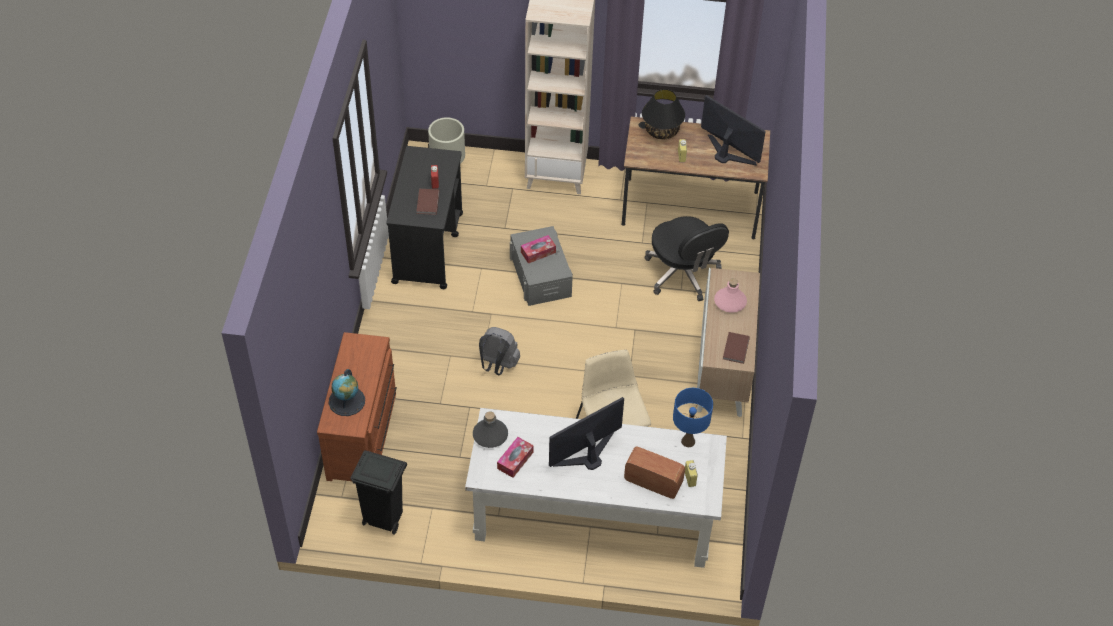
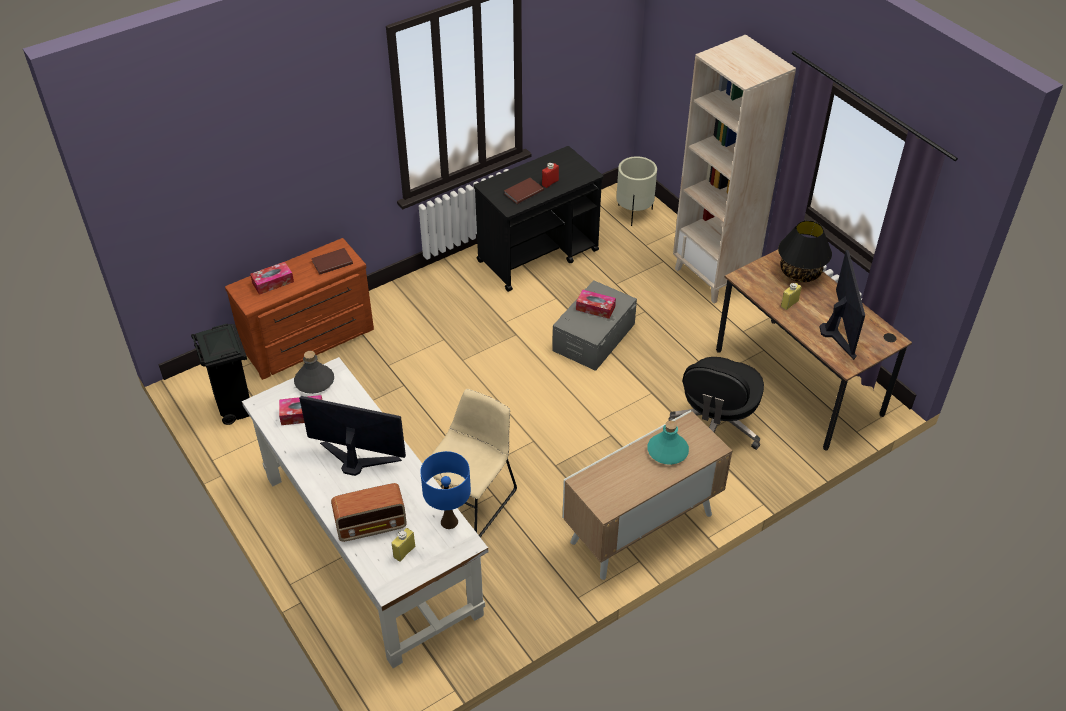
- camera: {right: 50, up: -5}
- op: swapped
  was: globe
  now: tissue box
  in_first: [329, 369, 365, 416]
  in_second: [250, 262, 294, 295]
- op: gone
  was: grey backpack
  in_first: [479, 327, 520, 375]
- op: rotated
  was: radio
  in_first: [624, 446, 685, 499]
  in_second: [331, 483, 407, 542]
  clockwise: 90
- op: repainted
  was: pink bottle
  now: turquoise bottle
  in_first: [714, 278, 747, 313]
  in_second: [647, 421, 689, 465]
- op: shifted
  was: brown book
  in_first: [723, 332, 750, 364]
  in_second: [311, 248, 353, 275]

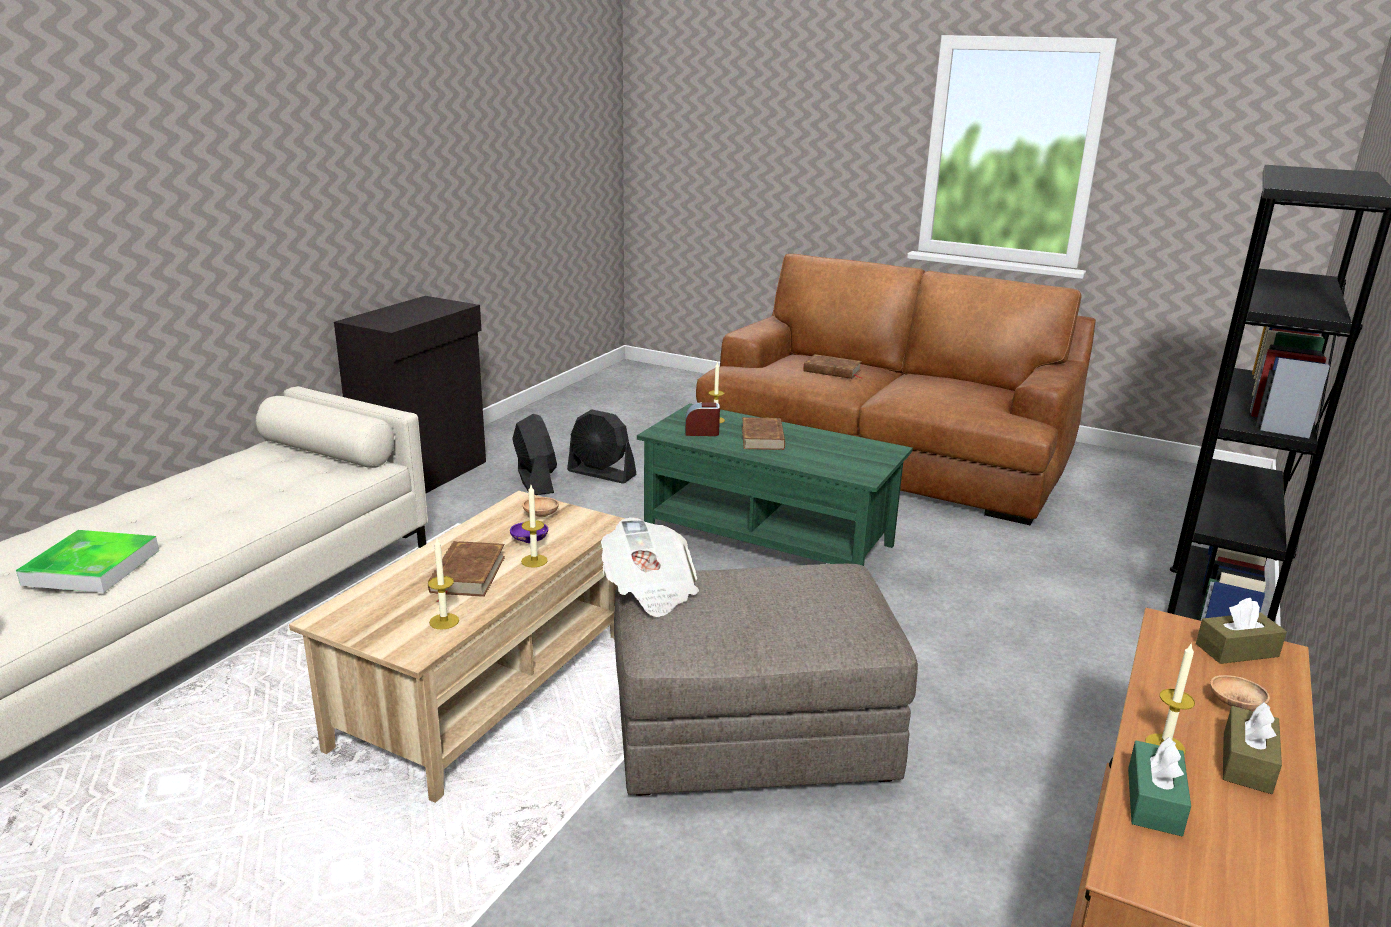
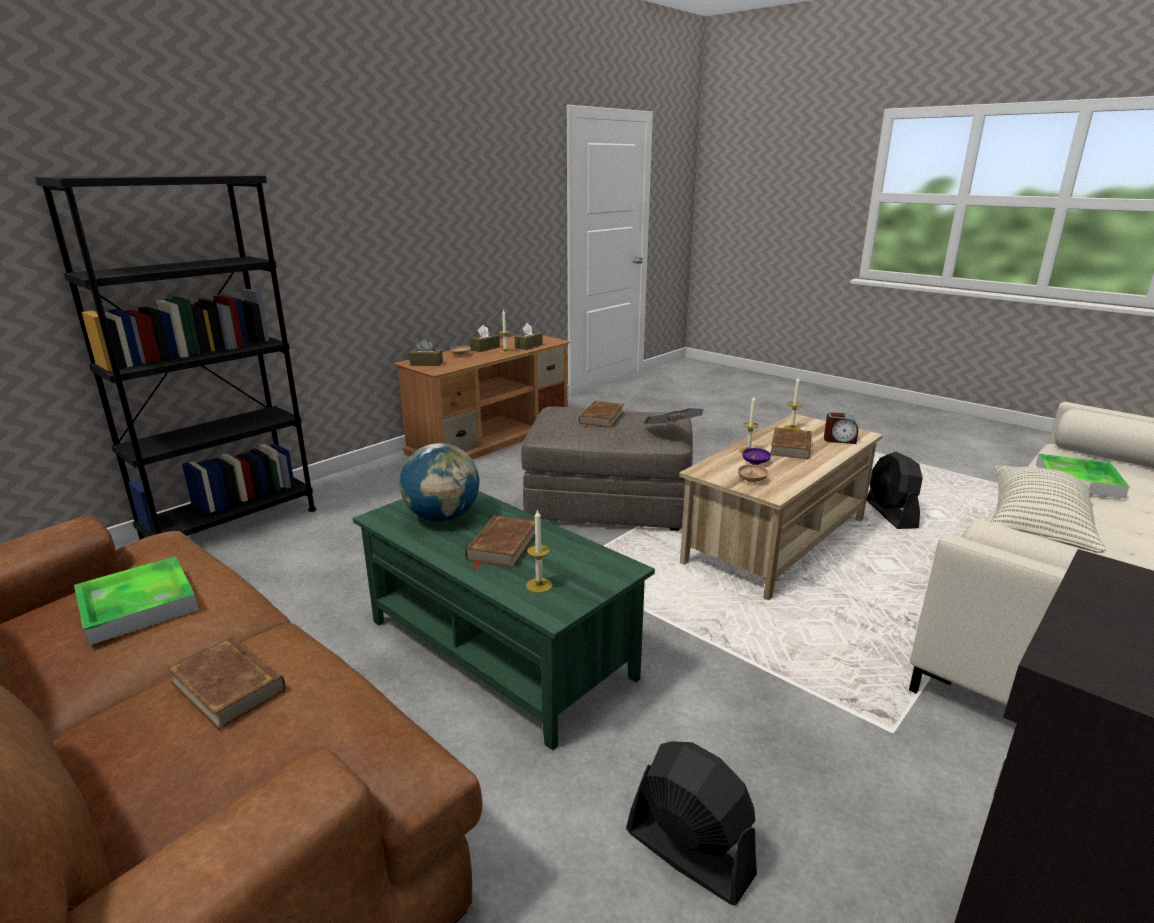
- camera: {right: -165, up: 0}
- op: shifted
  was: black fan
  in_first: [513, 414, 557, 495]
  in_second: [867, 452, 923, 529]
- op: shifted
  was: alarm clock
  in_first: [685, 402, 720, 436]
  in_second: [824, 412, 858, 444]
- op: repainted
  was: green tissue box
  now: brown tissue box
  in_first: [1128, 737, 1191, 836]
  in_second: [515, 323, 543, 350]
- op: new
  now: tray
  in_second: [74, 556, 198, 645]
- op: new
  now: globe
  in_second: [400, 443, 480, 522]
- op: new
  now: brown book
  in_second: [579, 401, 624, 428]
- op: new
  now: pillow
  in_second: [989, 465, 1106, 553]

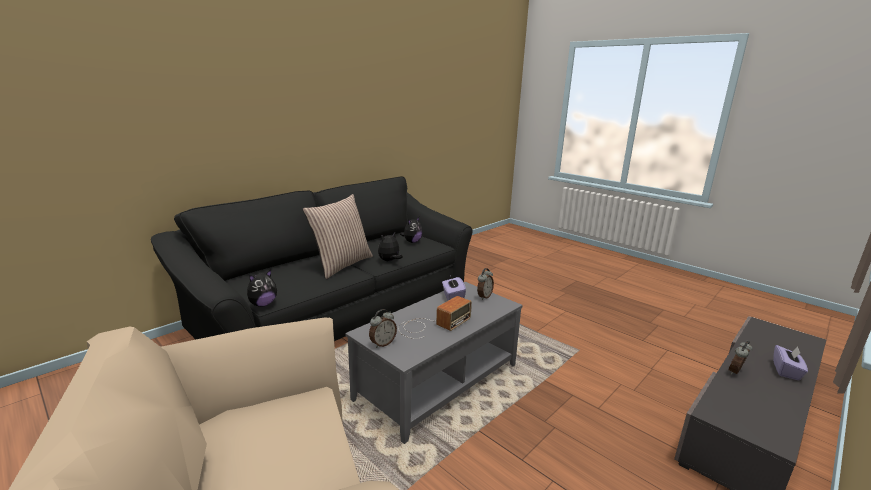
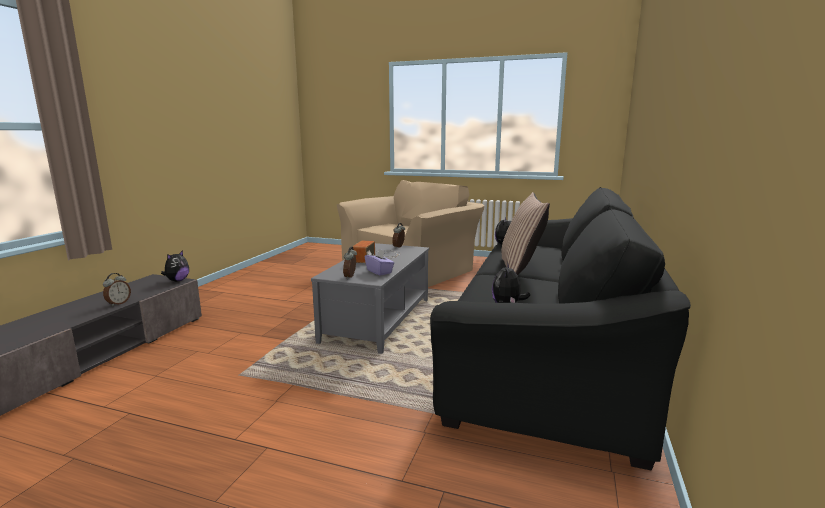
- camera: {right: 155, up: -5}
- op: shifted
  was: plush toy
  in_first: [378, 233, 403, 261]
  in_second: [161, 250, 189, 282]
- op: gone
  was: purple tissue box
  in_first: [773, 345, 808, 380]

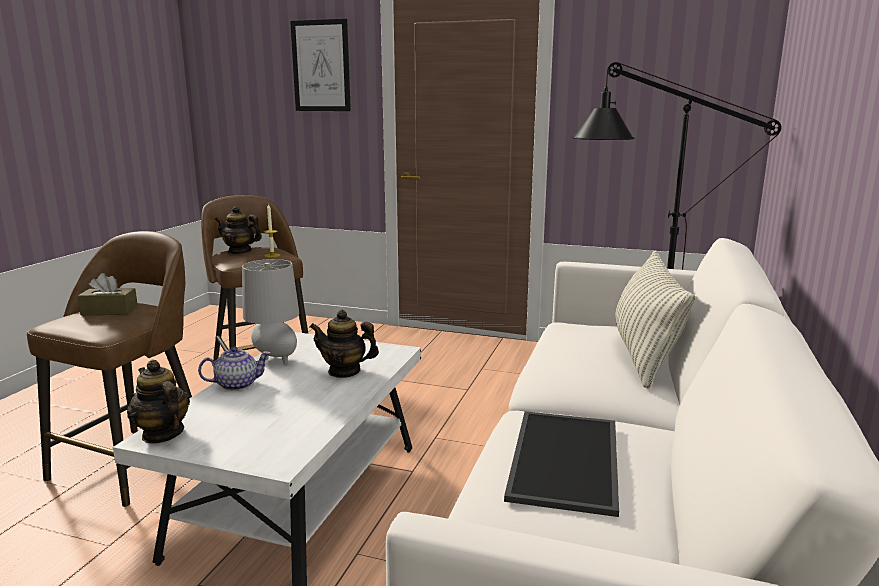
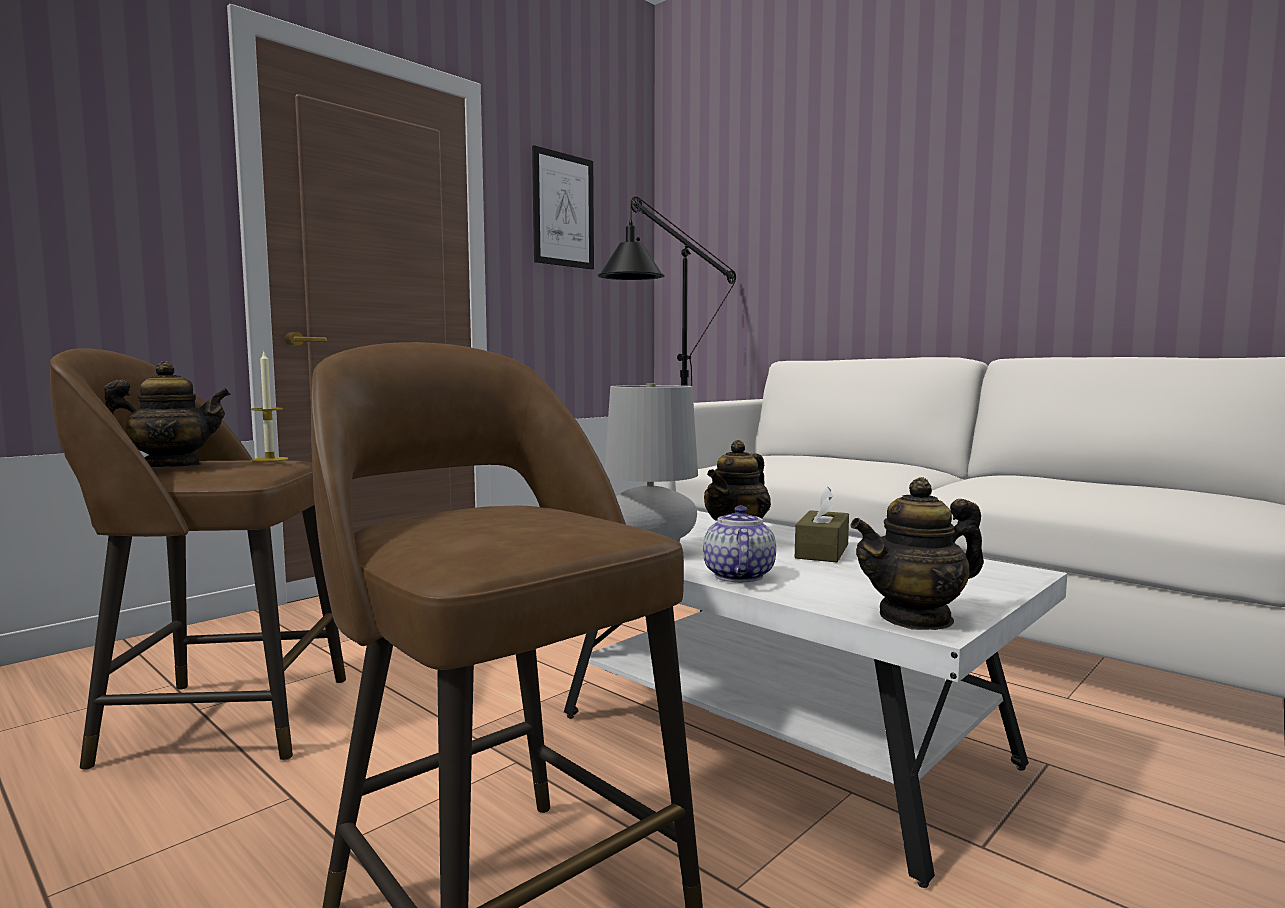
- camera: {right: -65, up: -10}
- op: shifted
  was: brown tissue box
  in_first: [77, 273, 138, 315]
  in_second: [795, 486, 849, 562]
- op: rotated
  was: teapot
  in_first: [215, 206, 262, 254]
  in_second: [104, 361, 231, 467]
  clockwise: -150
- op: shifted
  was: picture
  in_first: [290, 19, 351, 111]
  in_second: [532, 145, 594, 269]
- op: gone
  was: tray
  in_first: [504, 411, 619, 517]
- op: gone
  was: pillow
  in_first: [615, 251, 695, 389]

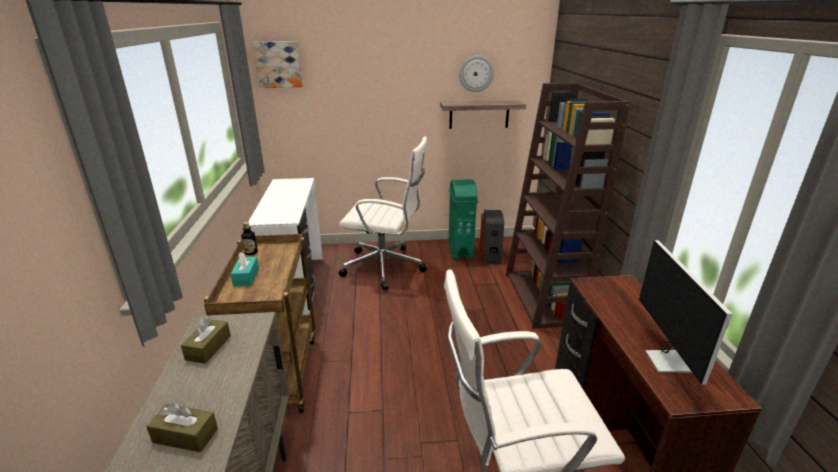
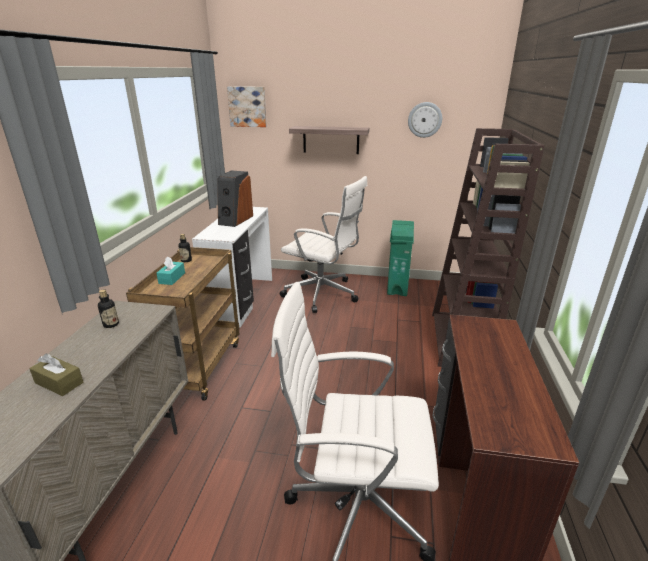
- camera: {right: 15, up: 0}
- op: swapped
  was: brown tissue box
  now: bottle
  in_first: [181, 316, 231, 364]
  in_second: [98, 289, 119, 328]
- op: shifted
  was: shelf
  in_first: [440, 100, 526, 129]
  in_second: [289, 126, 369, 154]
- op: shifted
  was: speaker
  in_first: [479, 210, 504, 264]
  in_second: [217, 170, 253, 227]
- op: gone
  was: monitor
  in_first: [639, 240, 732, 384]

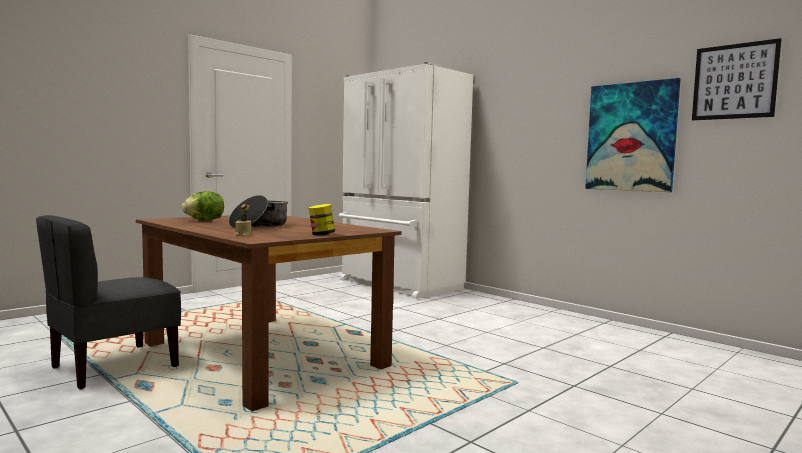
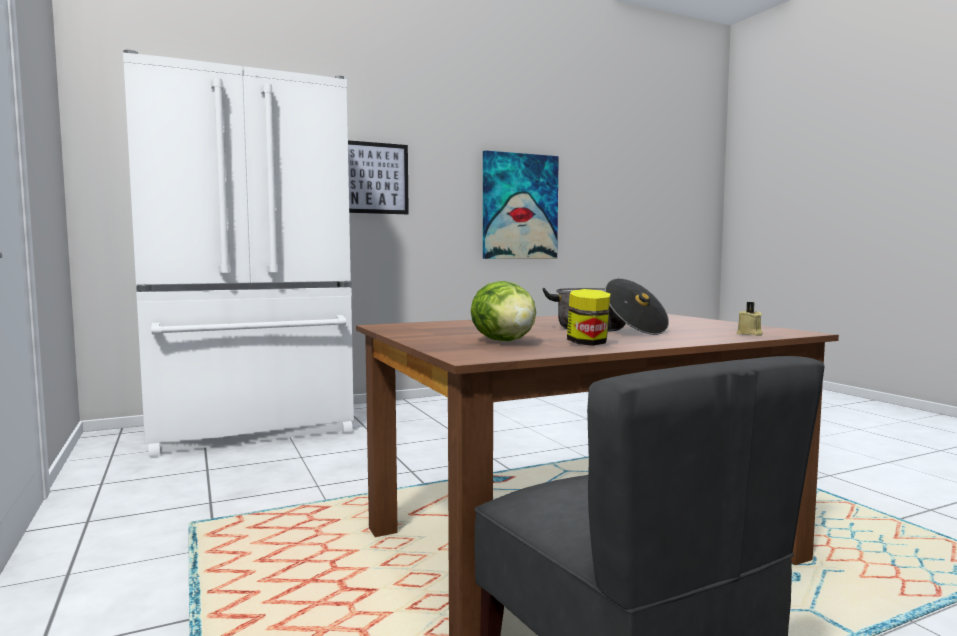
- camera: {right: -70, up: 0}
- op: shifted
  was: jar
  in_first: [308, 204, 335, 235]
  in_second: [567, 289, 611, 346]
- op: shifted
  was: picture
  in_first: [692, 38, 781, 120]
  in_second: [348, 140, 409, 214]

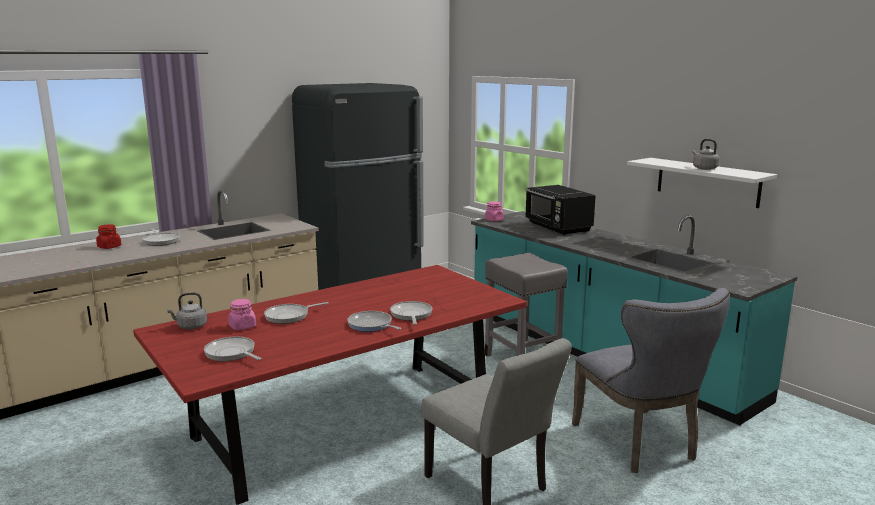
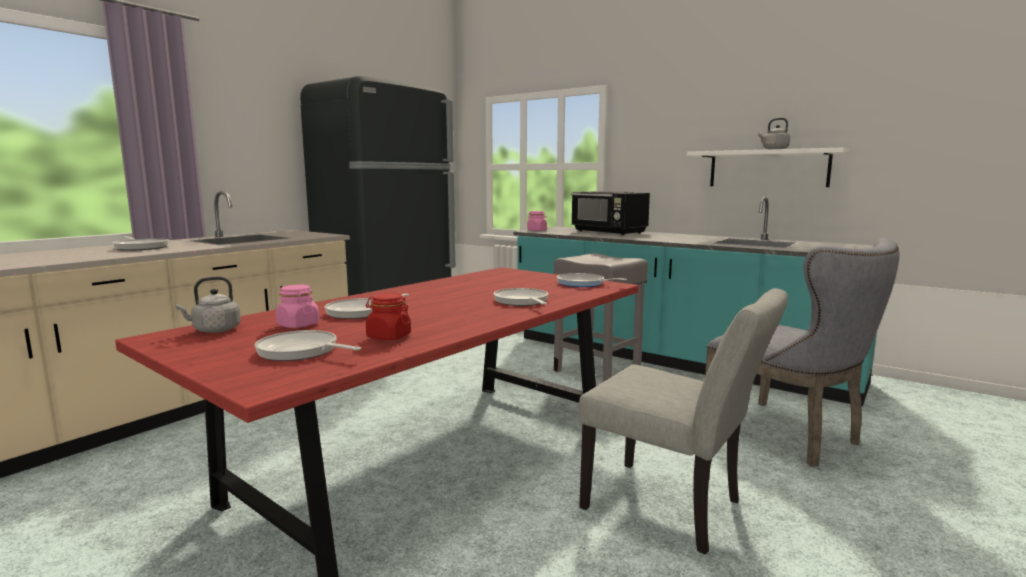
- camera: {right: -15, up: -5}
- op: shifted
  was: red jar
  in_first: [96, 224, 121, 249]
  in_second: [366, 293, 411, 340]
- op: shifted
  was: frying pan
  in_first: [347, 311, 401, 332]
  in_second: [557, 273, 627, 287]

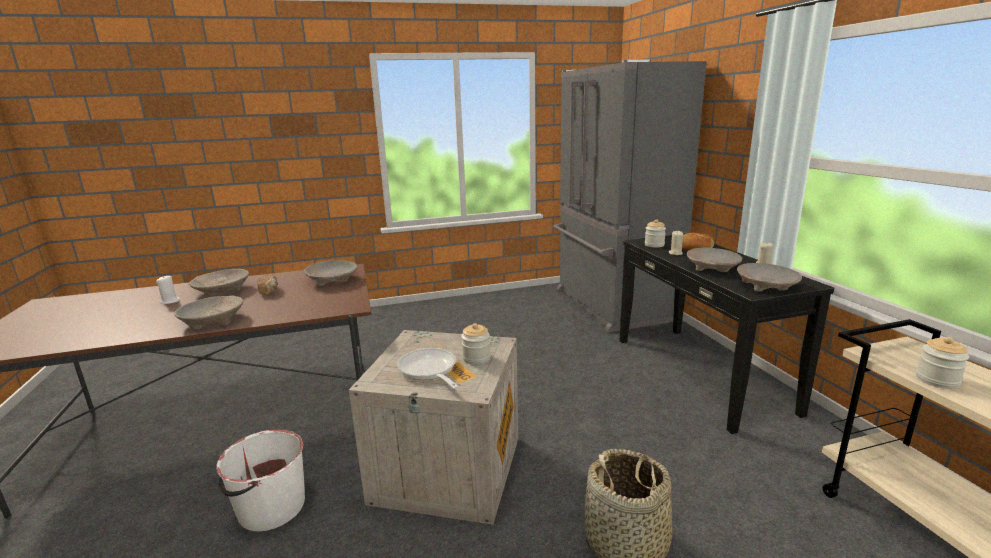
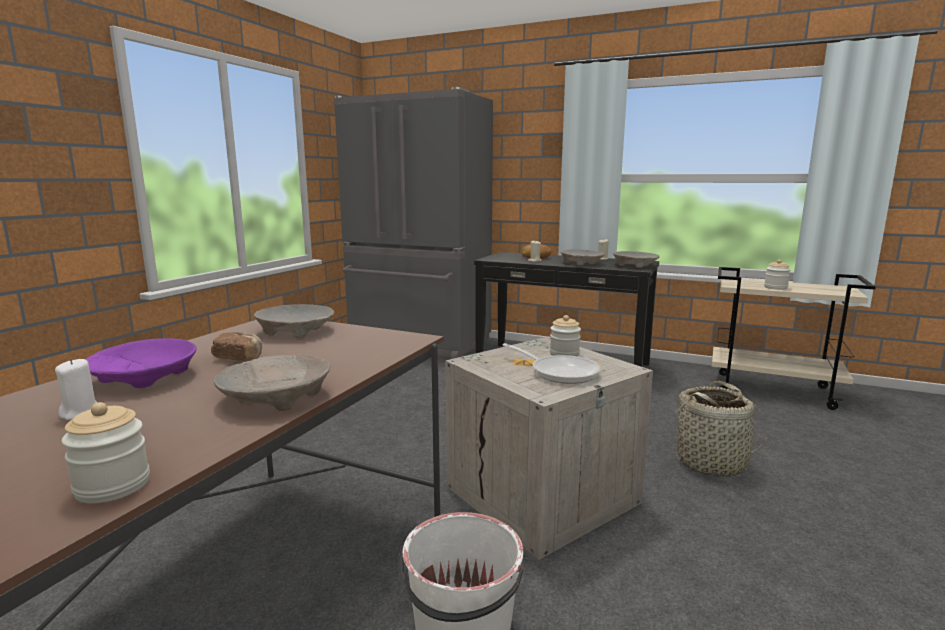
- camera: {right: -50, up: -5}
- op: repainted
  was: beige bowl
  now: purple bowl
  in_first: [189, 269, 249, 296]
  in_second: [85, 338, 197, 388]
- op: rotated
  was: frying pan
  in_first: [397, 348, 458, 389]
  in_second: [503, 343, 601, 384]
  clockwise: -150
- op: shifted
  was: jar
  in_first: [645, 219, 666, 247]
  in_second: [62, 402, 150, 504]

